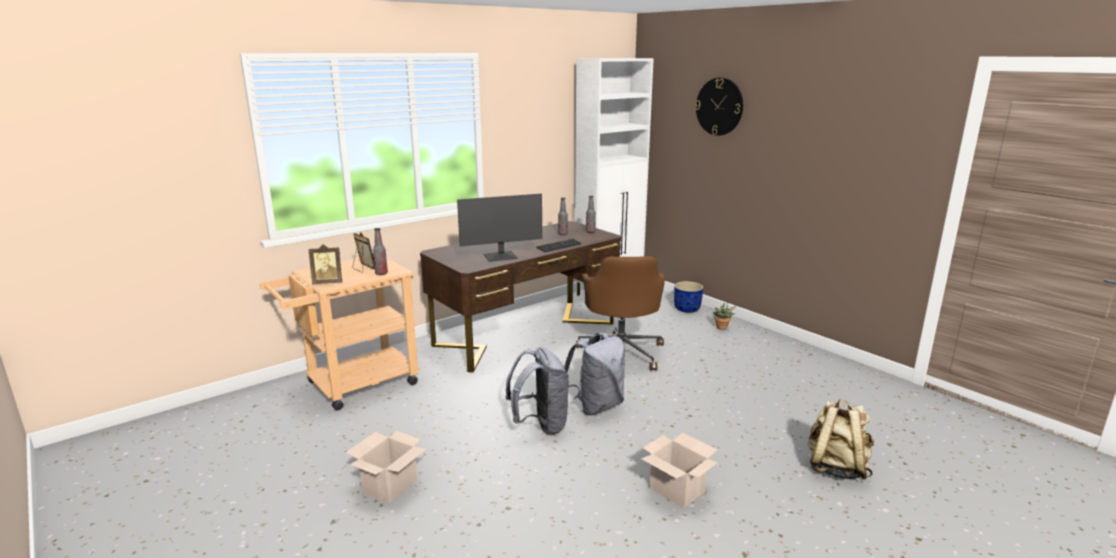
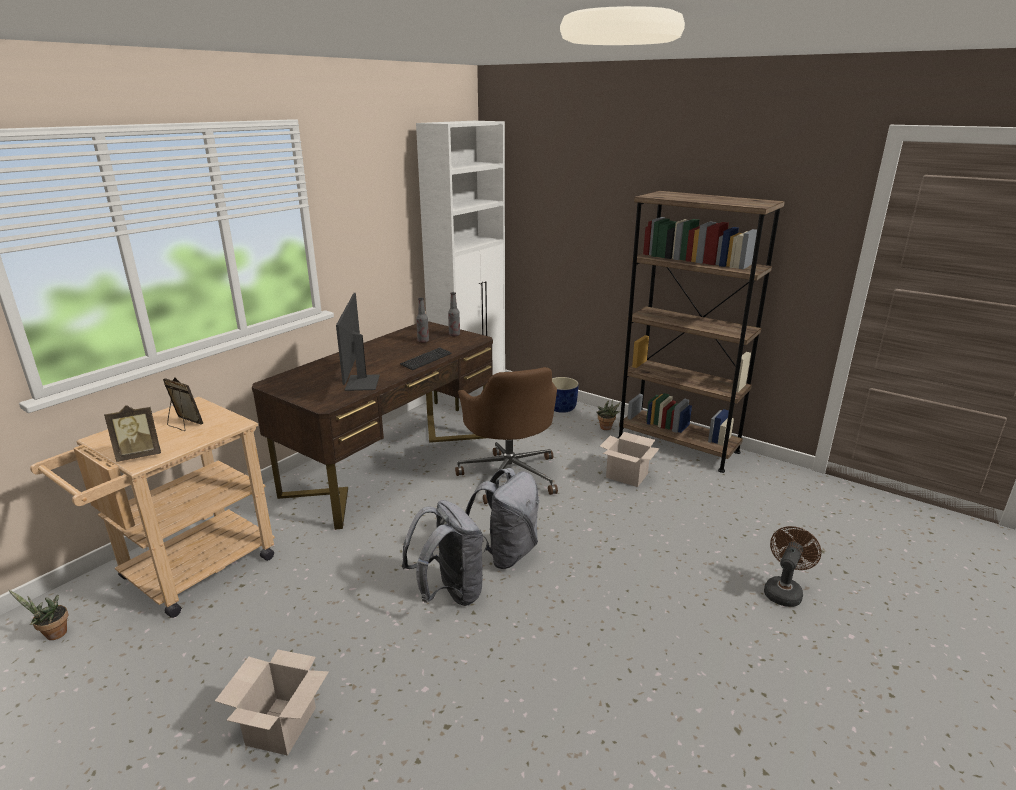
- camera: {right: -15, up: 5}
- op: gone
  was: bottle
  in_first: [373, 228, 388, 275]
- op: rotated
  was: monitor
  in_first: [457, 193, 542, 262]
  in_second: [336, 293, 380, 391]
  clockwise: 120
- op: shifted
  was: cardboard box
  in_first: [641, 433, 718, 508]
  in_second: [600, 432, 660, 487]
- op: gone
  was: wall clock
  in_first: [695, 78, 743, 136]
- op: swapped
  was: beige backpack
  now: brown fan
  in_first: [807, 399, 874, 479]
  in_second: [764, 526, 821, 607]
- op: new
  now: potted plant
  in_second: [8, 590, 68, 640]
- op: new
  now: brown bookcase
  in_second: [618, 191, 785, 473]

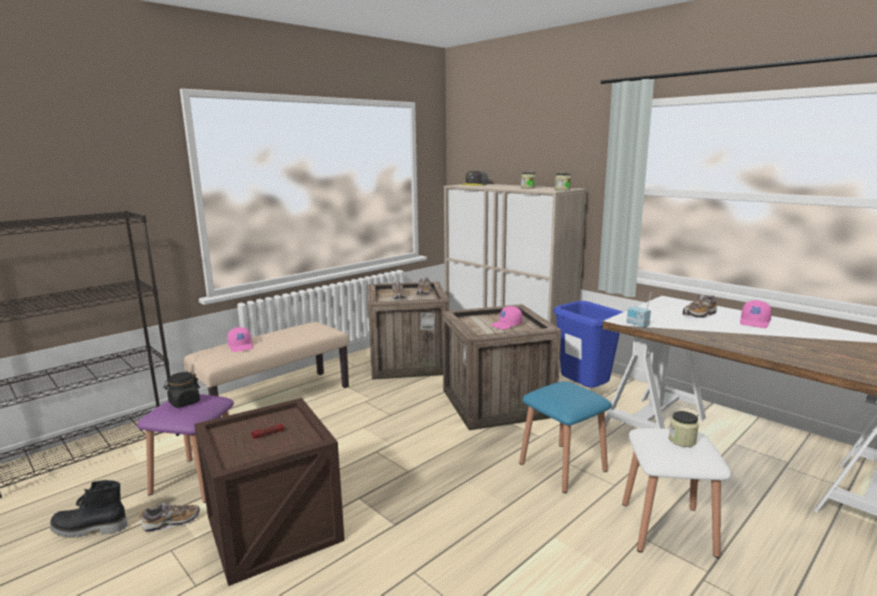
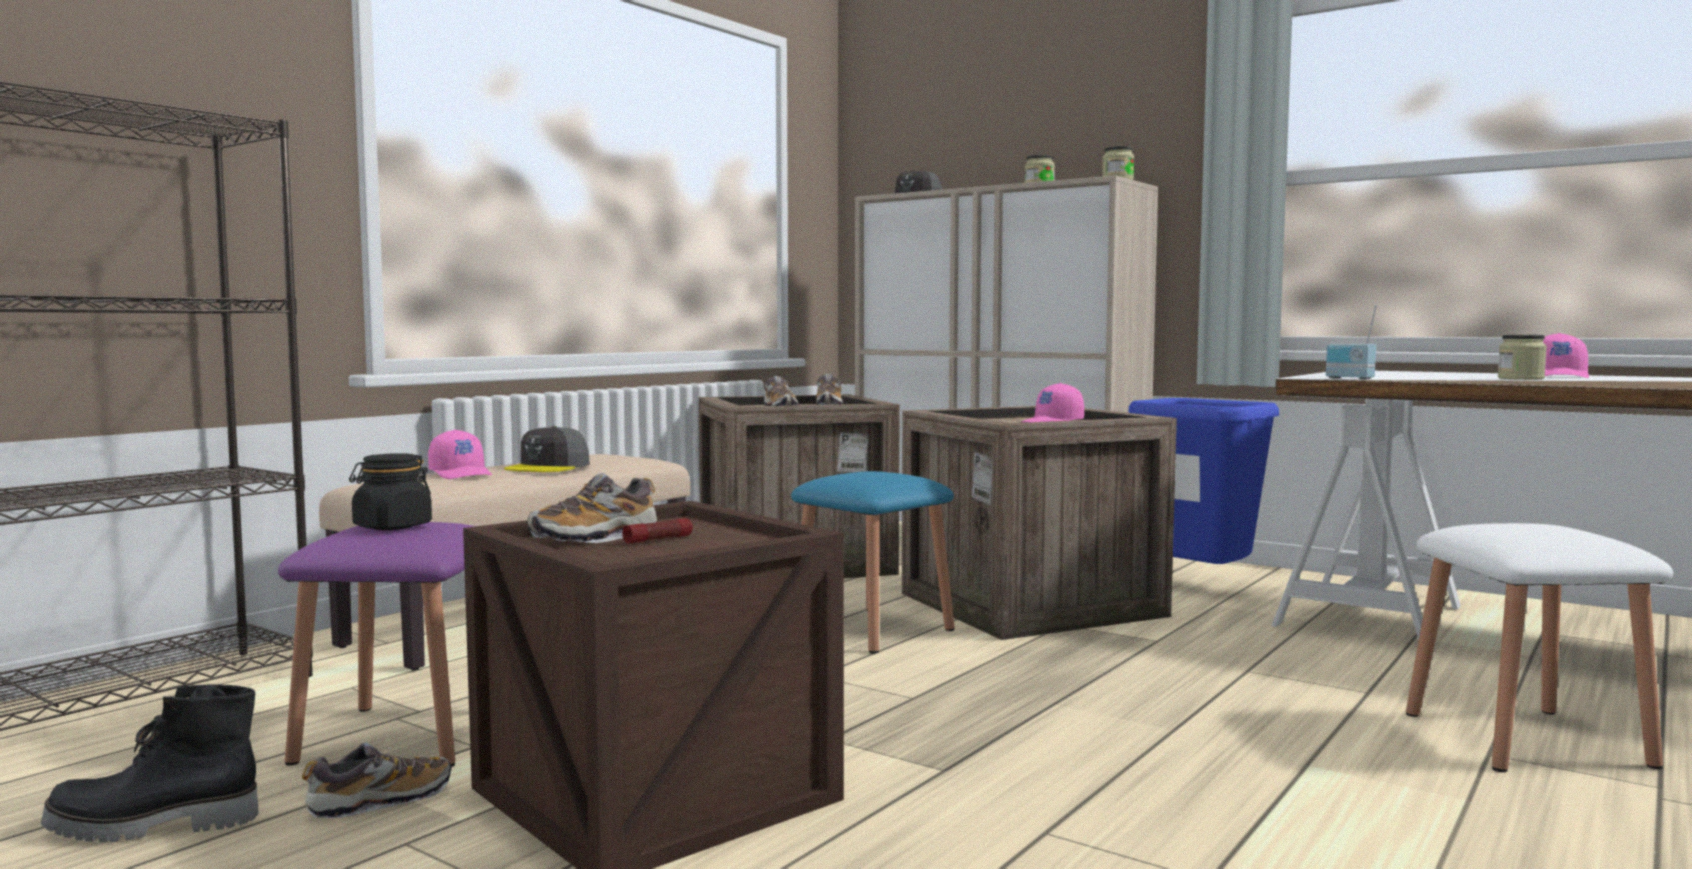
- camera: {right: -10, up: -10}
- op: shifted
  was: blue stool
  in_first: [519, 381, 612, 493]
  in_second: [791, 471, 955, 653]
- op: shifted
  was: jar
  in_first: [669, 411, 699, 447]
  in_second: [1498, 335, 1547, 380]
- op: shifted
  was: shoe
  in_first: [682, 295, 717, 318]
  in_second: [528, 473, 657, 543]
- op: new
  now: grey cap
  in_second: [504, 426, 590, 472]

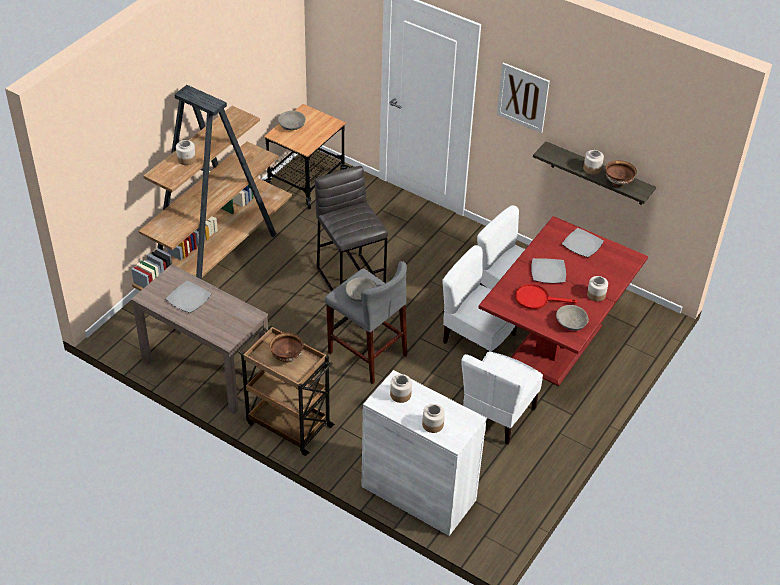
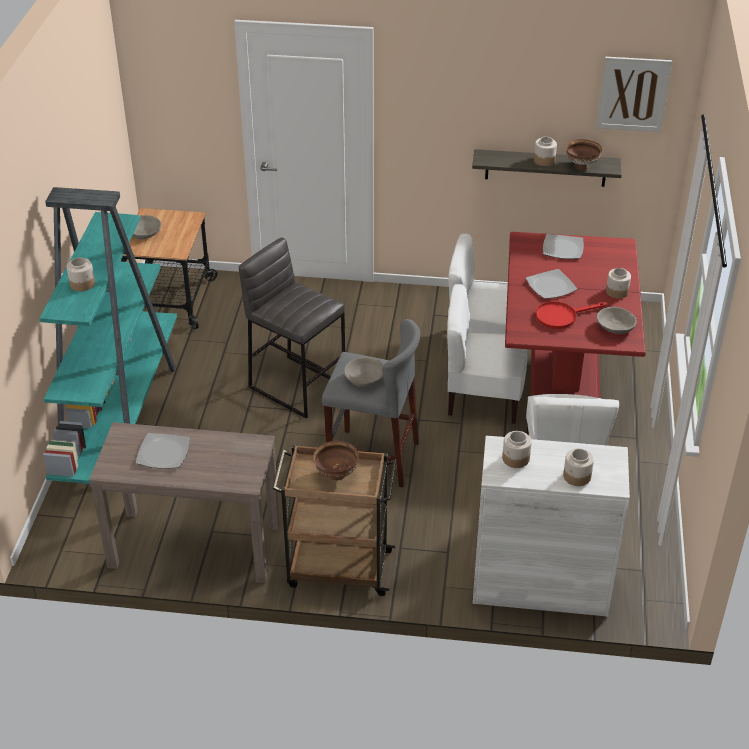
- camera: {right: -25, up: -5}
- op: repainted
  was: brown bookcase
  now: turquoise bookcase
  in_first: [131, 85, 292, 291]
  in_second: [40, 187, 177, 484]
- op: shifted
  was: picture
  in_first: [497, 63, 550, 133]
  in_second: [597, 57, 672, 132]

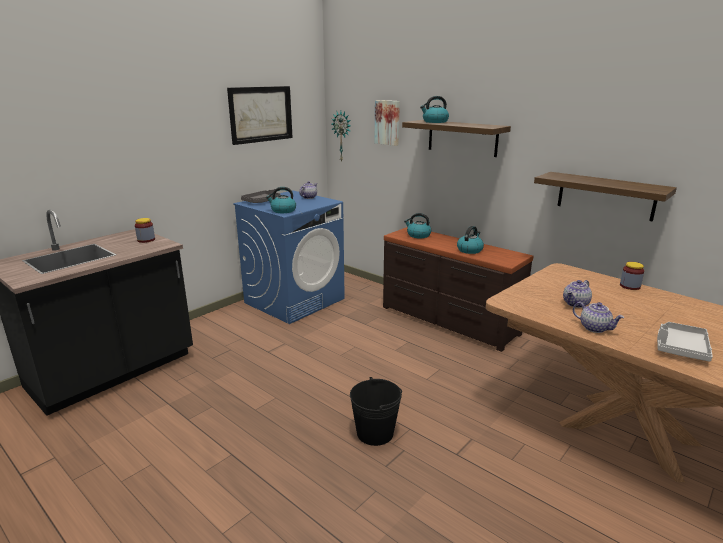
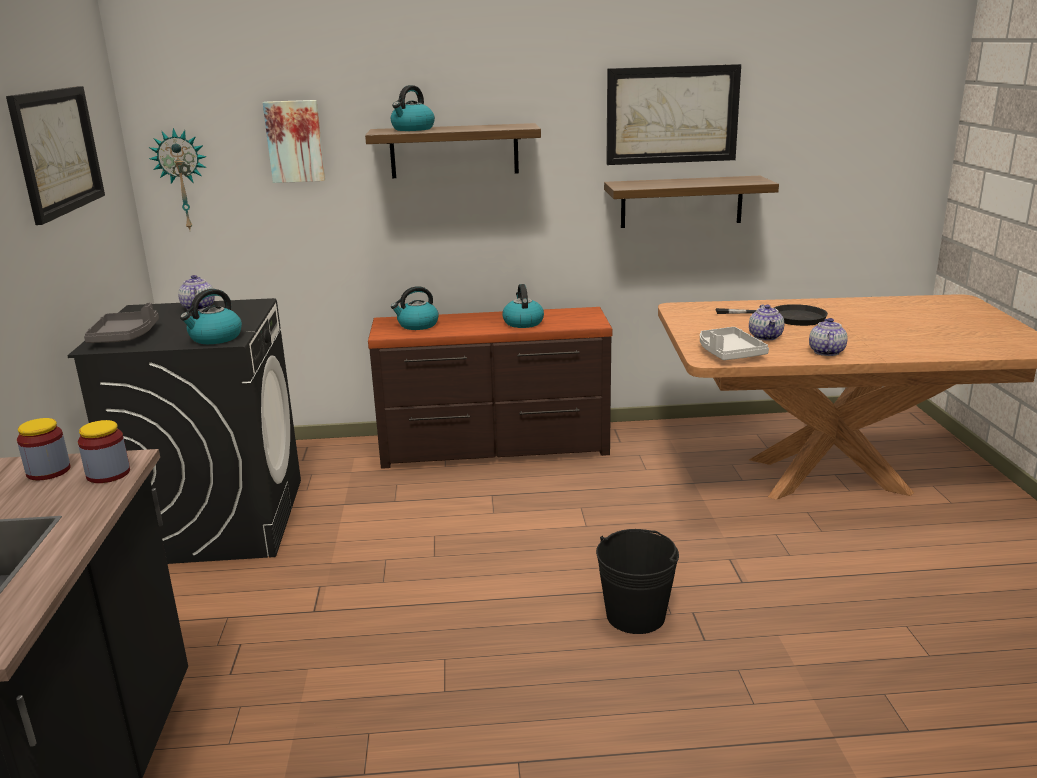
- camera: {right: -45, up: 0}
- op: repainted
  was: blue washing machine
  now: black washing machine
  in_first: [233, 190, 345, 324]
  in_second: [67, 298, 301, 564]
- op: rotated
  was: teapot
  in_first: [573, 302, 625, 333]
  in_second: [809, 318, 848, 356]
  clockwise: -75
- op: shifted
  was: jar
  in_first: [620, 262, 644, 290]
  in_second: [78, 420, 130, 483]
- op: shifted
  was: grey tray
  in_first: [657, 322, 713, 362]
  in_second: [700, 327, 769, 360]
- op: new
  now: picture
  in_second: [606, 64, 741, 165]
- op: new
  now: black frying pan
  in_second: [715, 304, 828, 326]

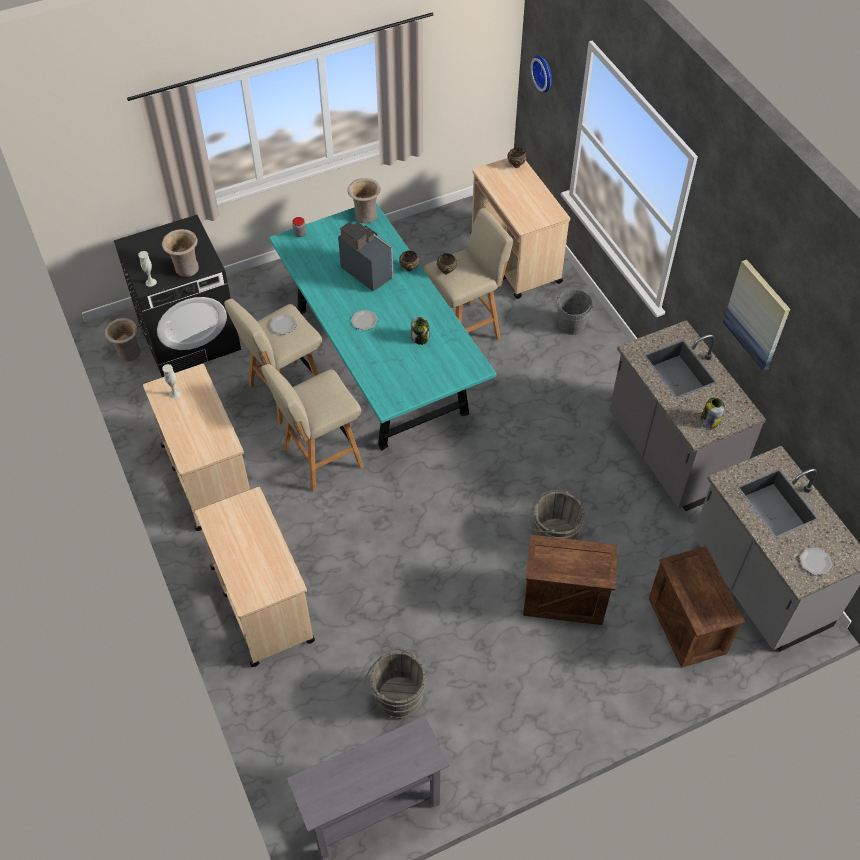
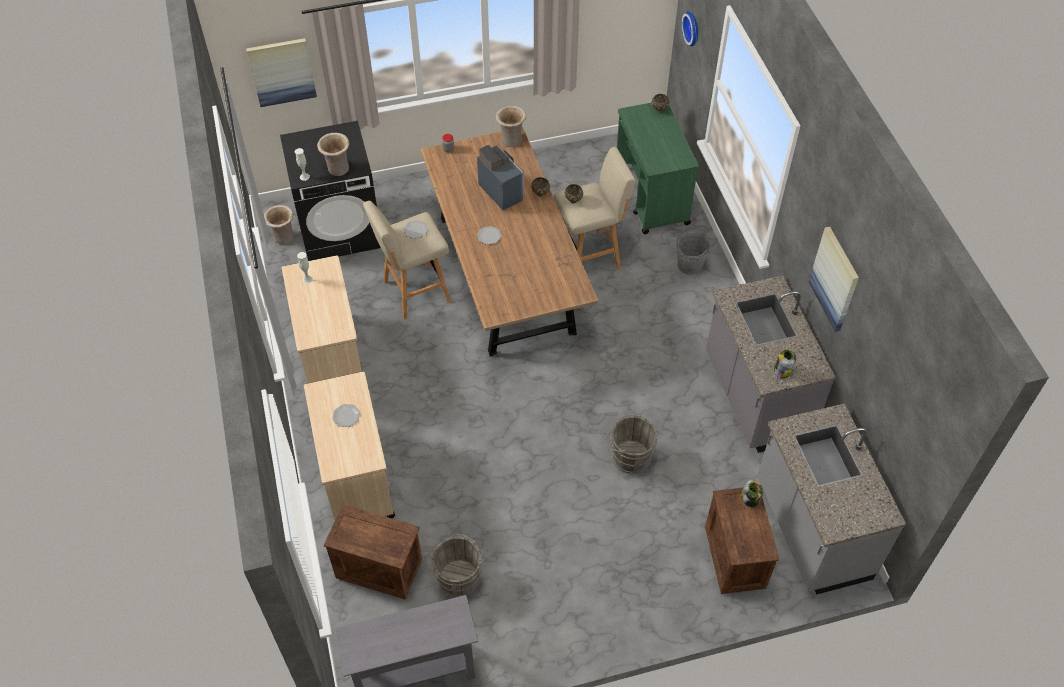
- camera: {right: 10, up: 0}
- op: gone
  was: beige stool
  in_first: [261, 364, 364, 492]
- op: repainted
  was: turquoise dining table
  now: brown dining table
  in_first: [269, 203, 496, 451]
  in_second: [421, 127, 598, 356]
- op: shifted
  was: jar
  in_first: [411, 317, 429, 345]
  in_second: [741, 480, 763, 507]
- op: repainted
  was: beige cart
  now: green cart
  in_first: [471, 158, 570, 299]
  in_second: [617, 103, 699, 234]
- op: shifted
  was: crate
  in_first: [523, 535, 618, 625]
  in_second: [324, 504, 422, 600]
- op: shifted
  was: plate
  in_first: [799, 548, 832, 575]
  in_second: [332, 404, 360, 427]
- op: new
  now: picture
  in_second: [246, 38, 317, 107]

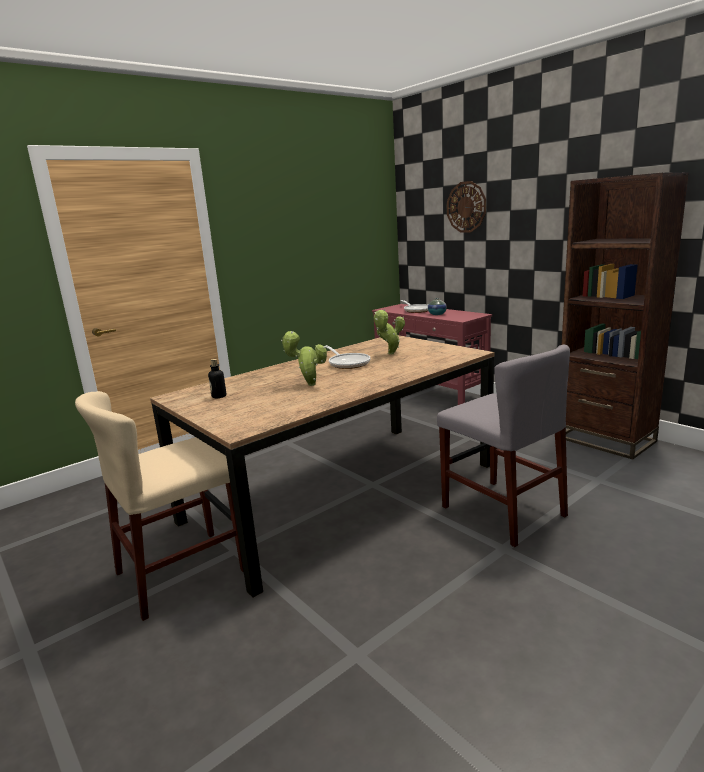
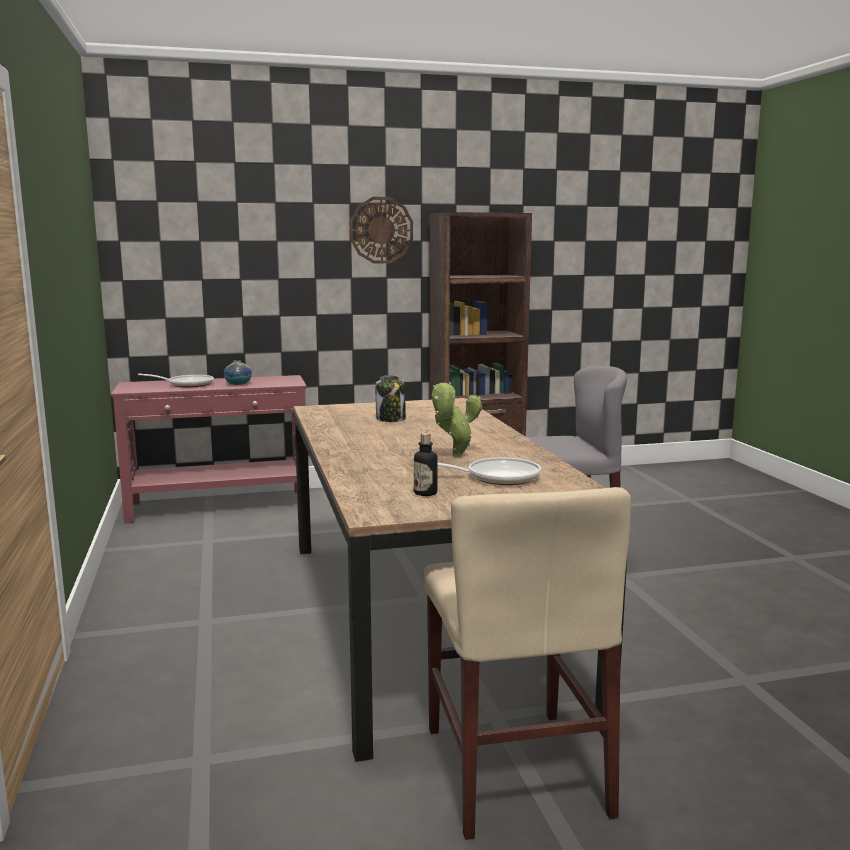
- camera: {right: -65, up: -5}
- op: shifted
  was: frying pan
  in_first: [325, 345, 371, 369]
  in_second: [438, 457, 541, 485]
- op: swapped
  was: potted plant
  now: jar
  in_first: [374, 309, 405, 355]
  in_second: [375, 375, 406, 422]
- op: shifted
  was: wall clock
  in_first: [447, 181, 486, 233]
  in_second: [349, 197, 413, 263]

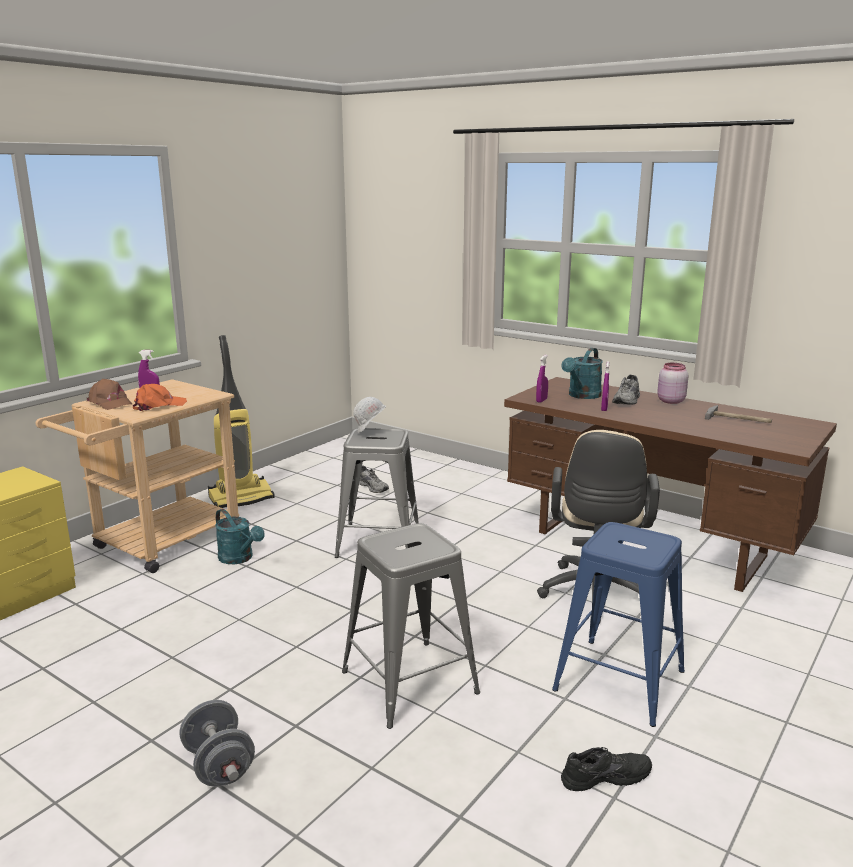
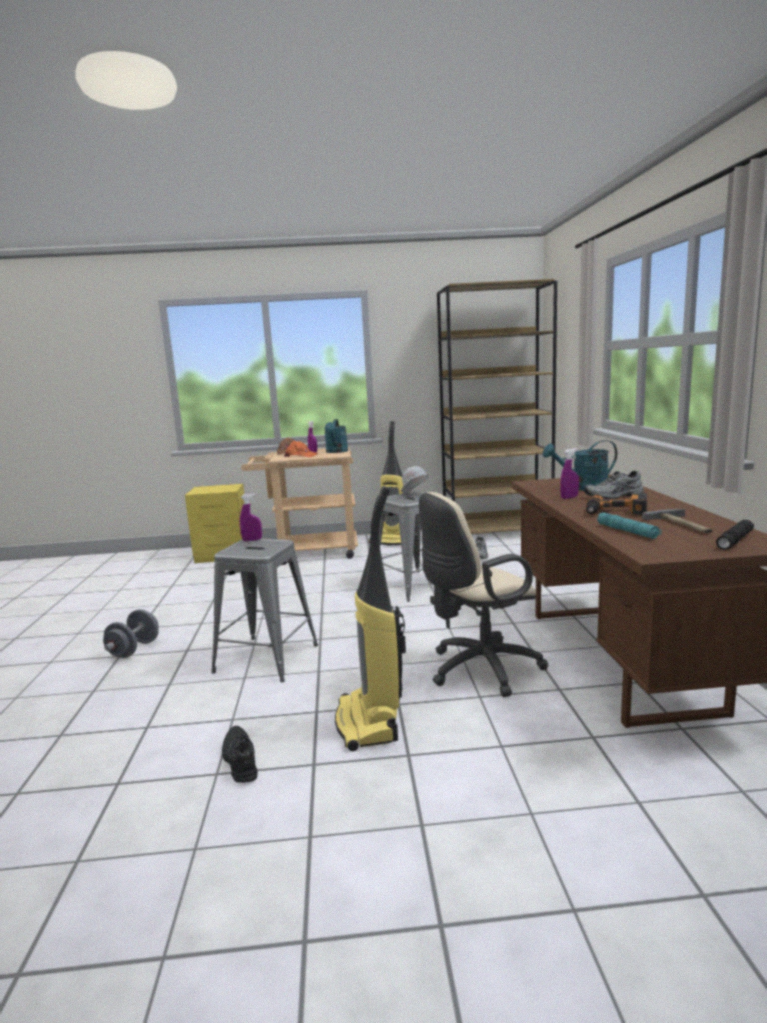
- camera: {right: 50, up: -5}
- op: shifted
  was: turquoise watering can
  in_first: [215, 509, 265, 564]
  in_second: [324, 419, 348, 453]
- op: shifted
  was: purple spray bottle
  in_first: [536, 355, 548, 403]
  in_second: [240, 494, 262, 541]
- op: swapped
  was: blue stool
  now: vacuum cleaner
  in_first: [552, 522, 685, 727]
  in_second: [335, 486, 406, 751]
- op: rotated
  was: black shoe
  in_first: [561, 747, 652, 791]
  in_second: [222, 726, 258, 783]
  clockwise: -150
- op: gone
  was: pink jar
  in_first: [657, 363, 689, 404]
- op: new
  now: brown bookcase
  in_second: [437, 279, 557, 534]
- op: new
  now: power drill
  in_second: [586, 493, 647, 515]
- op: new
  now: turquoise flashlight
  in_second: [597, 512, 662, 539]
- op: new
  now: black flashlight
  in_second: [716, 520, 754, 550]

